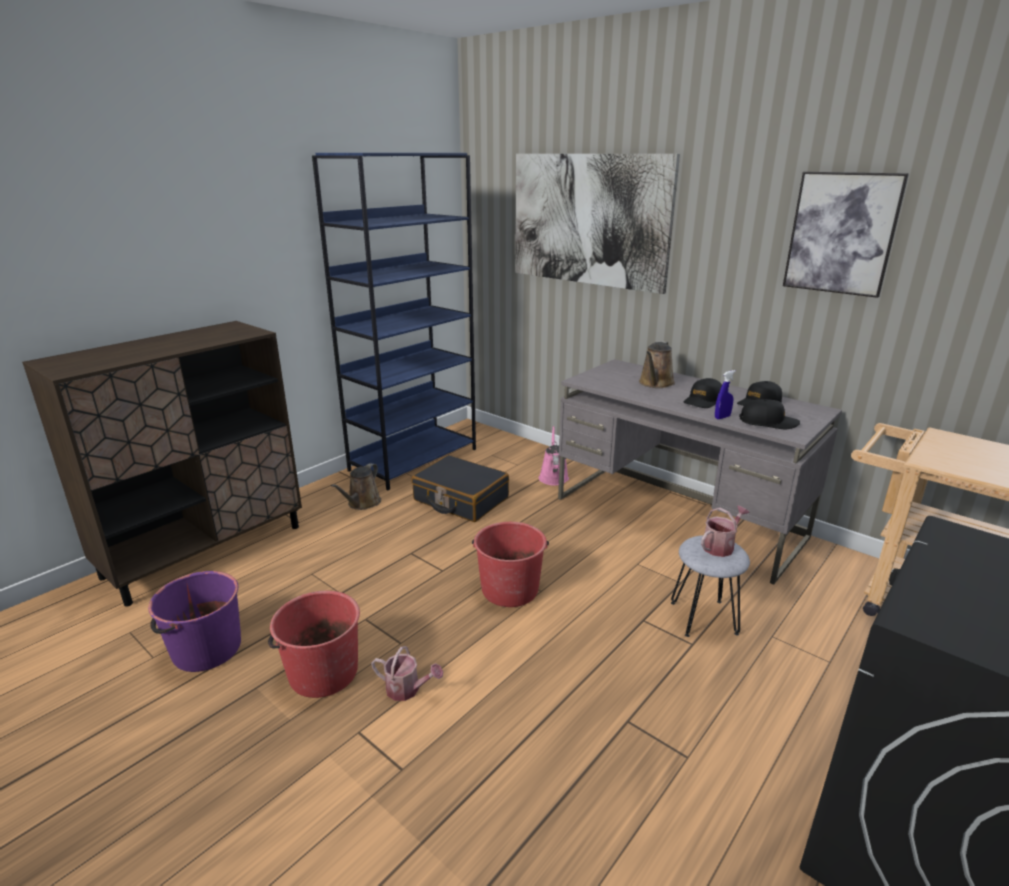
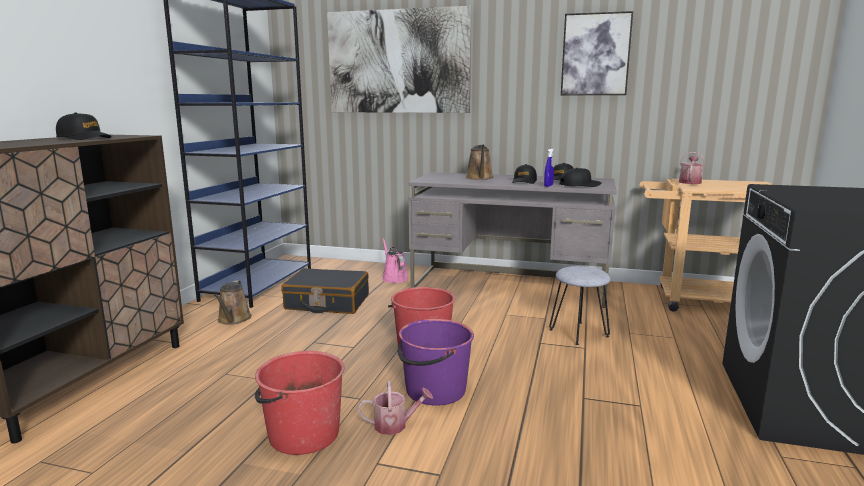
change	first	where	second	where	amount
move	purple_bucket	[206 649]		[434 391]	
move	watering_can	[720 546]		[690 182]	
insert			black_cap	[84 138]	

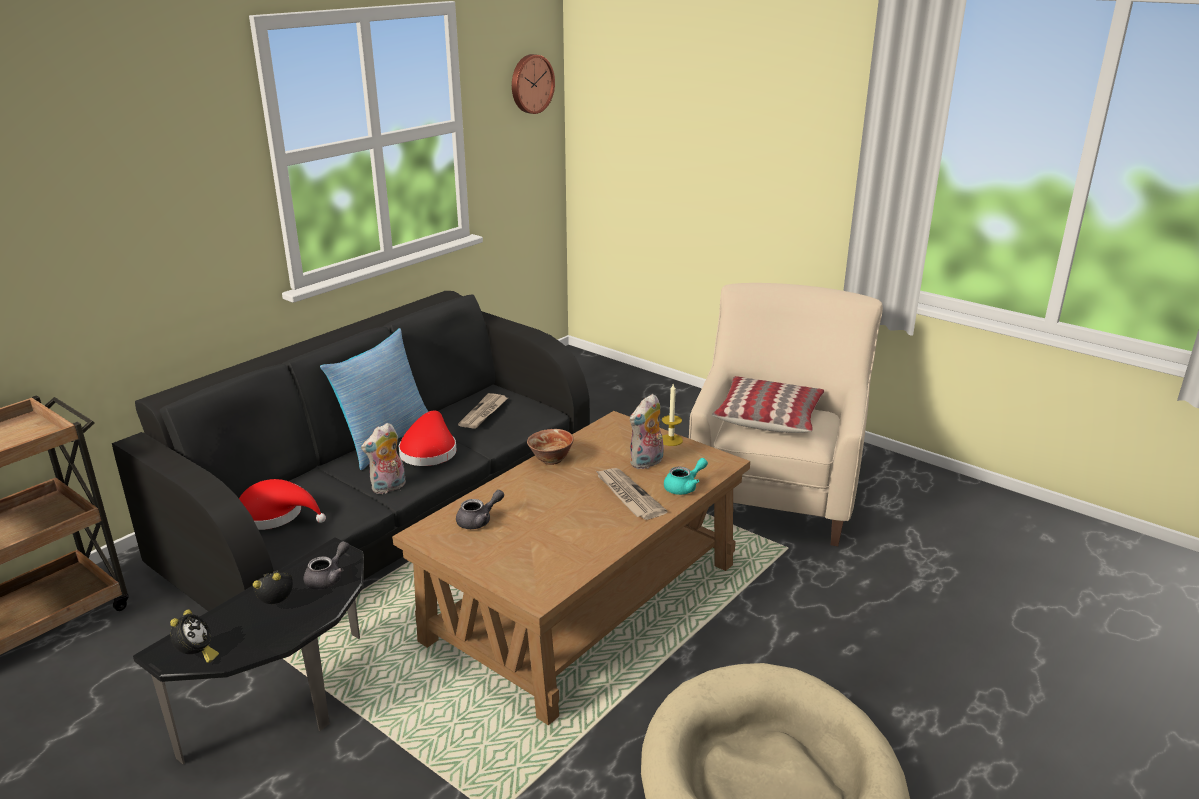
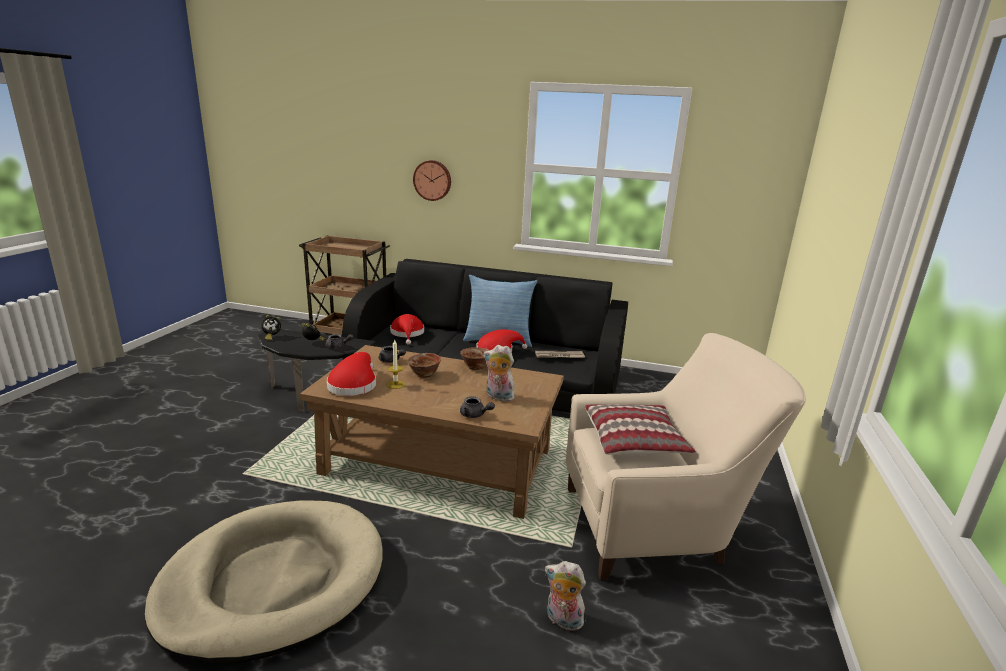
change	first	where	second	where	amount
move	plush_toy	[388 488]		[562 620]	
move	wall_clock	[531 84]		[432 180]	
delete	newspaper	[628 495]			
move	candle	[671 440]		[395 384]	
recolor	turquoise_teapot	[684 487]	grey_teapot	[475 415]	
insert			red_hat	[353 384]	
insert			bowl	[424 374]	

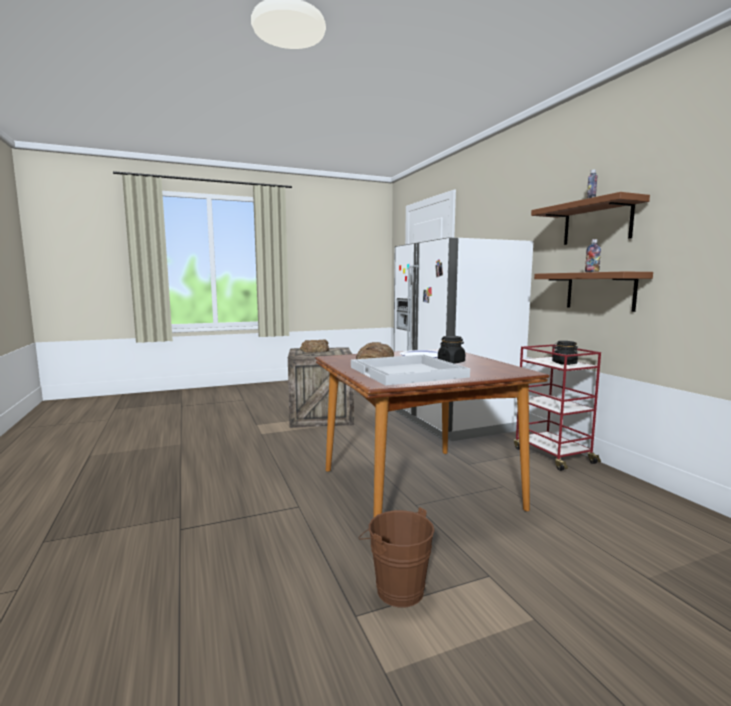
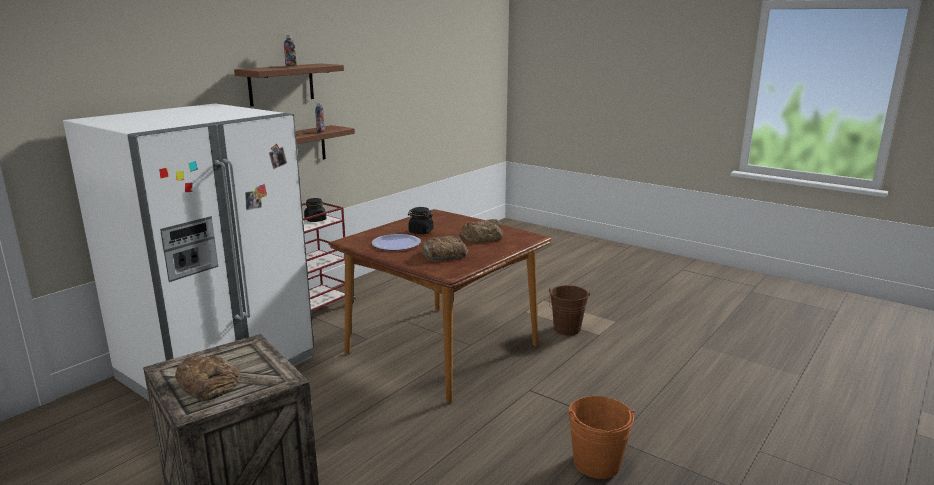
change	first	where	second	where	amount
replace	white_tray	[408 372]	bread	[482 236]	
insert			orange_bucket	[597 463]	

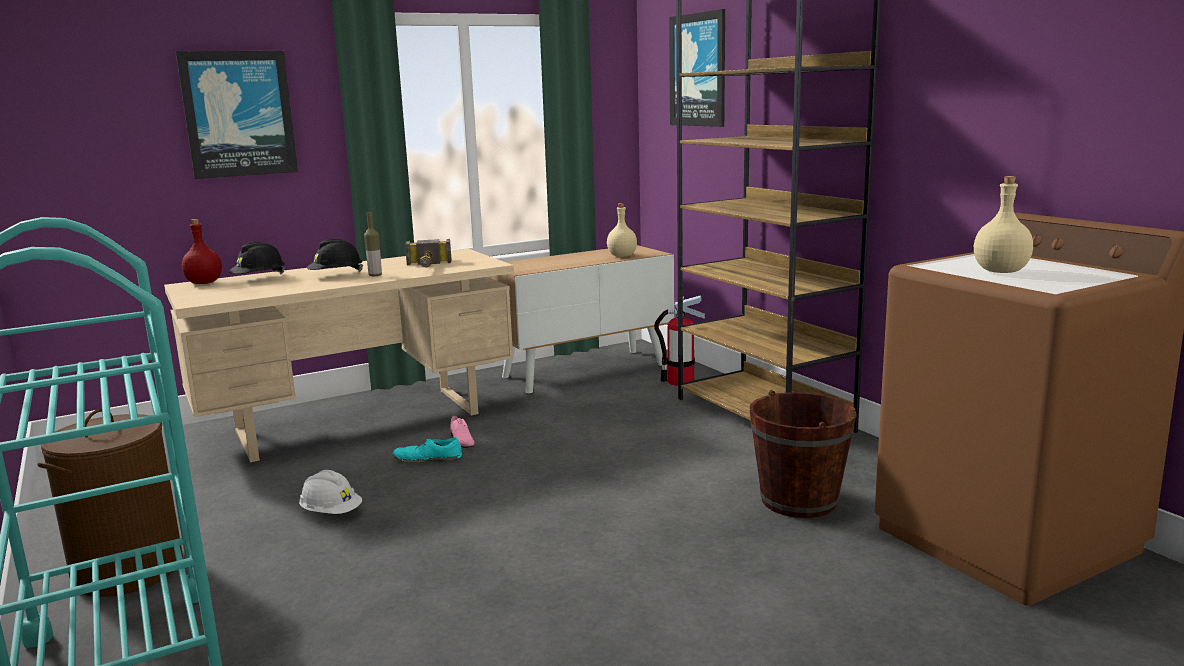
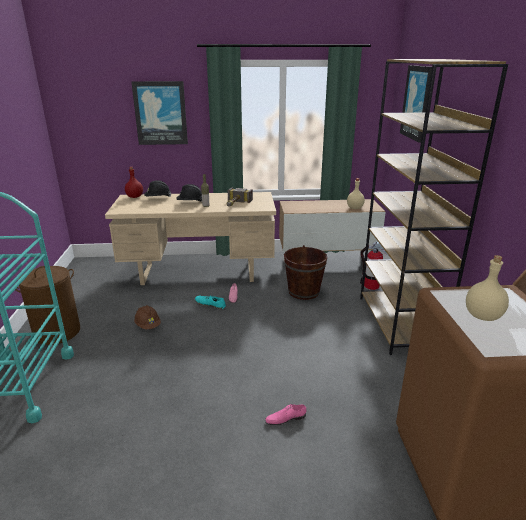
change	first	where	second	where	amount
recolor	white_hard_hat	[331 513]	brown_hard_hat	[148 325]	
move	brown_bucket	[799 500]		[303 292]	
insert			pink_shoe	[285 418]	

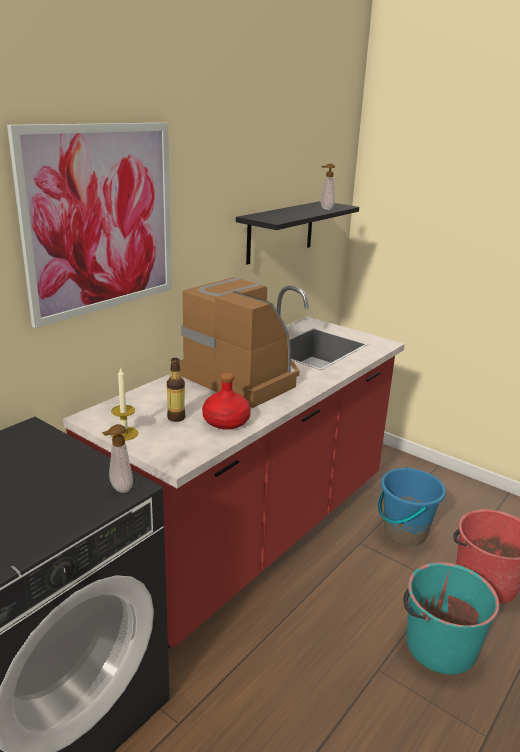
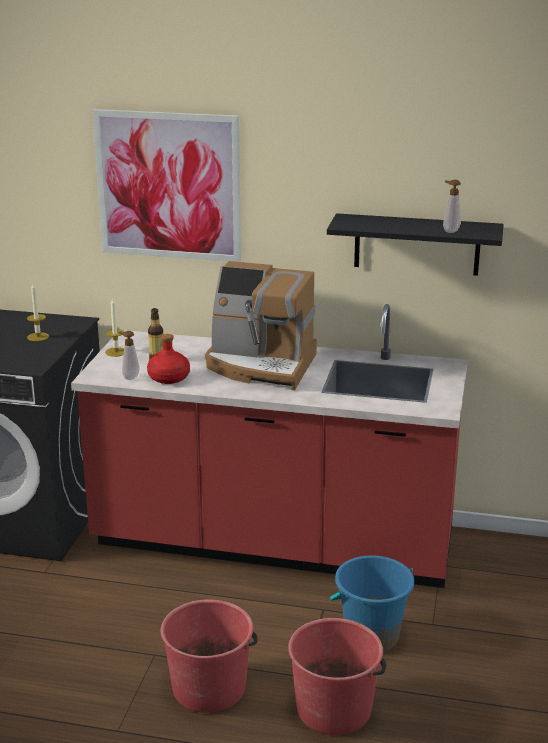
change	first	where	second	where	amount
move	soap_dispenser	[119 489]		[129 377]	
rotate	coffee_machine	[243 377]		[261 365]	90 degrees clockwise
recolor	turquoise_bucket	[439 646]	red_bucket	[209 687]	
insert			candle	[38 337]	

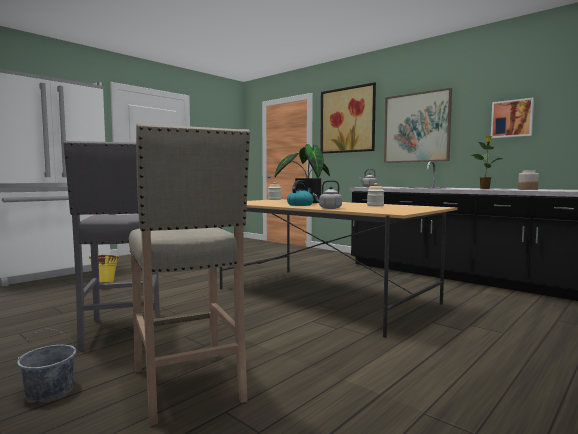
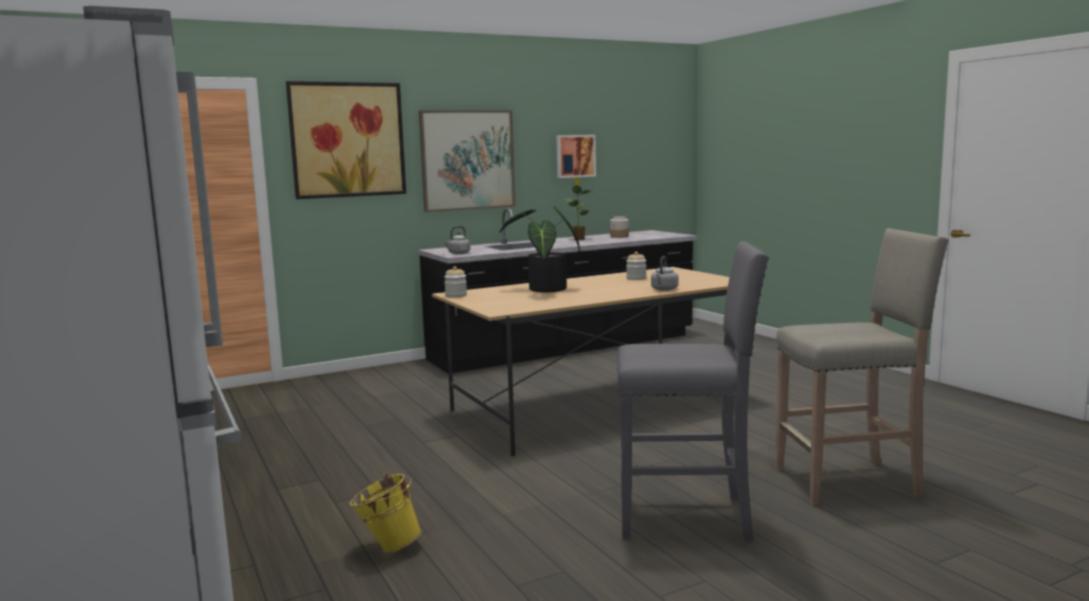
change	first	where	second	where	amount
delete	grey_bucket	[50 390]			
delete	kettle	[300 205]			

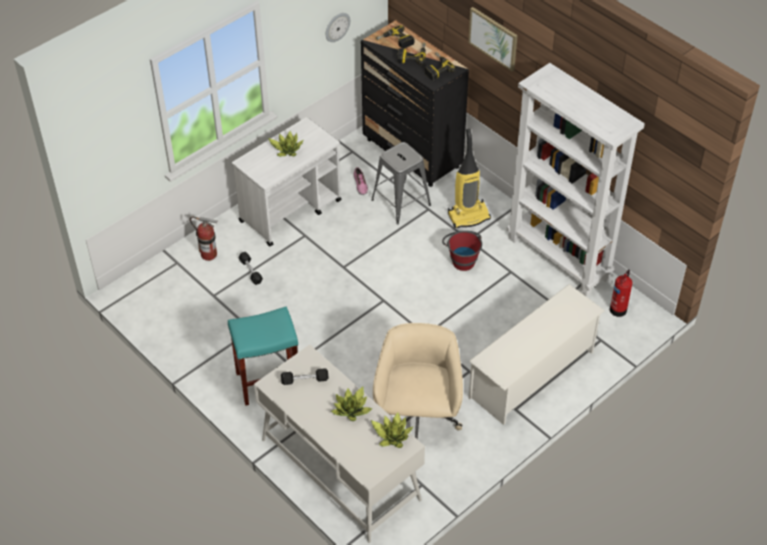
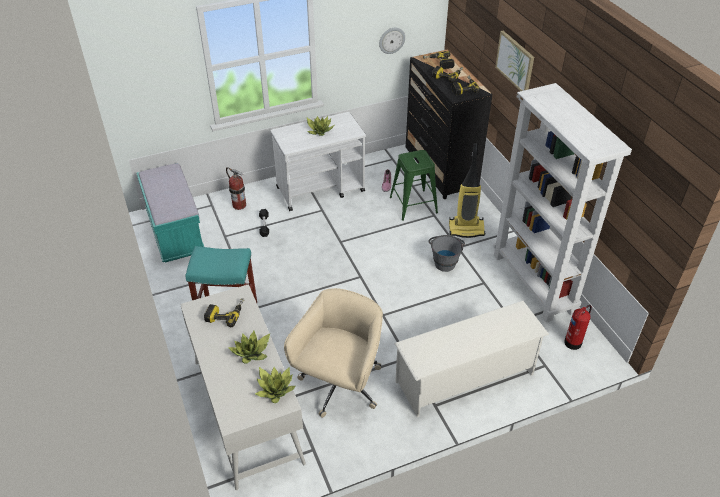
change	first	where	second	where	amount
replace	black_dumbbell	[305 380]	power_drill	[225 313]	
recolor	grey_stool	[400 202]	green_stool	[413 205]	
recolor	red_bucket	[461 259]	grey_bucket	[444 261]	
insert			turquoise_bench	[175 233]	

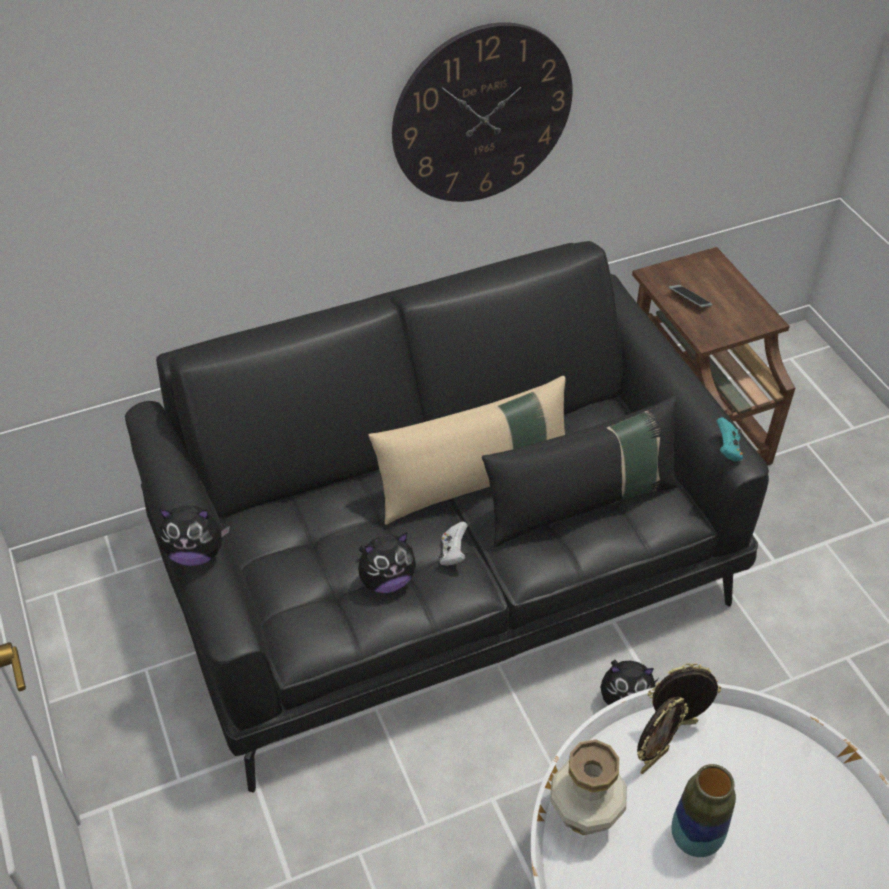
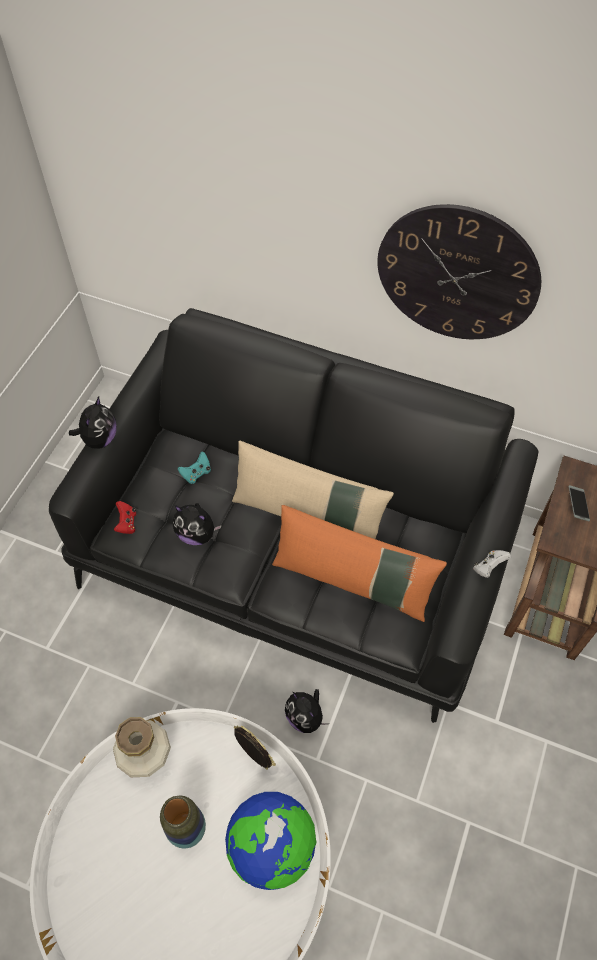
change	first	where	second	where	amount
rotate	plush_toy	[196 553]		[99 439]	120 degrees counterclockwise
move	white_game_controller	[453 553]		[488 567]	
recolor	black_pillow	[581 503]	orange_pillow	[352 581]	
delete	picture_frame	[653 760]			
move	turquoise_game_controller	[727 450]		[196 473]	
insert			red_game_controller	[127 523]	
insert			globe	[272 847]	

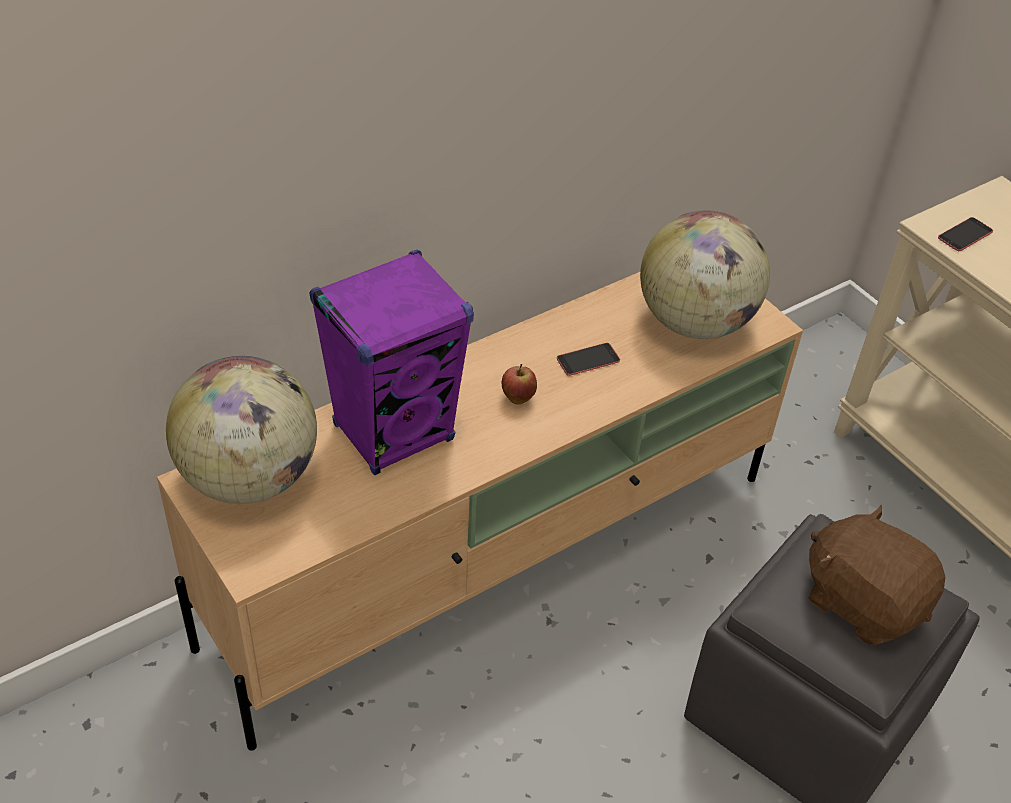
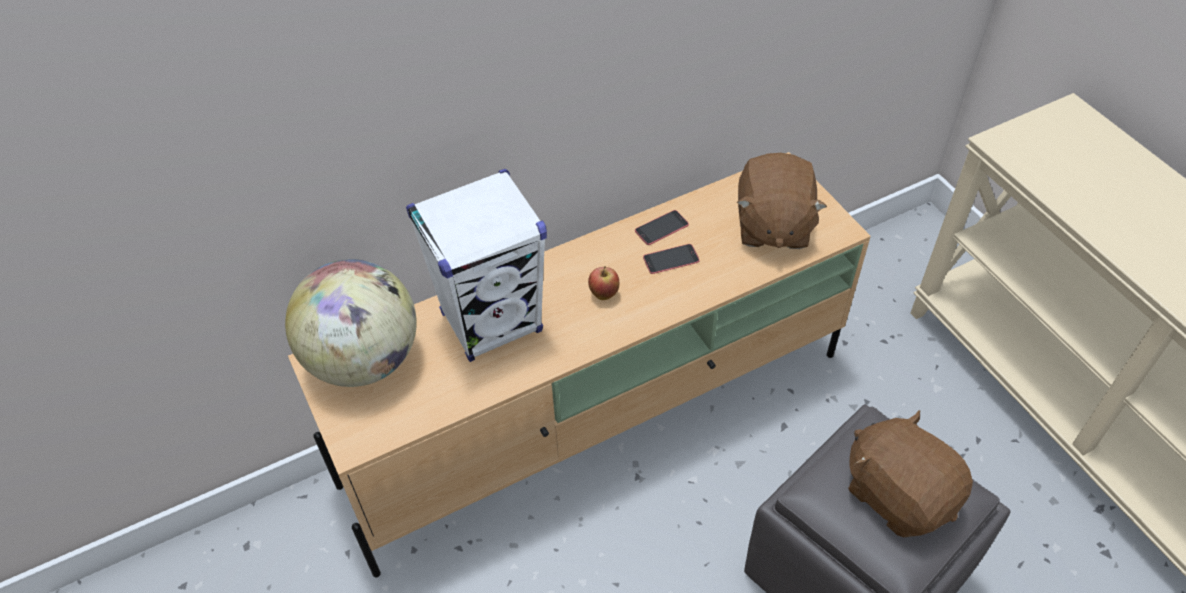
change	first	where	second	where	amount
recolor	purple_speaker	[394 432]	white_speaker	[492 322]	
replace	globe	[695 322]	brown_plush_toy	[772 226]	
move	phone	[965 235]		[661 228]	

